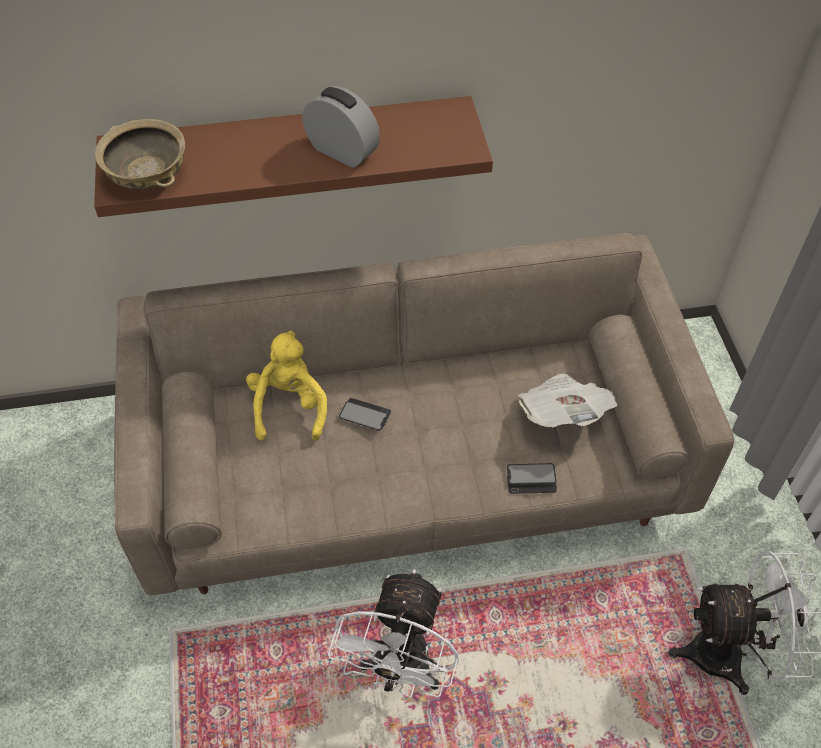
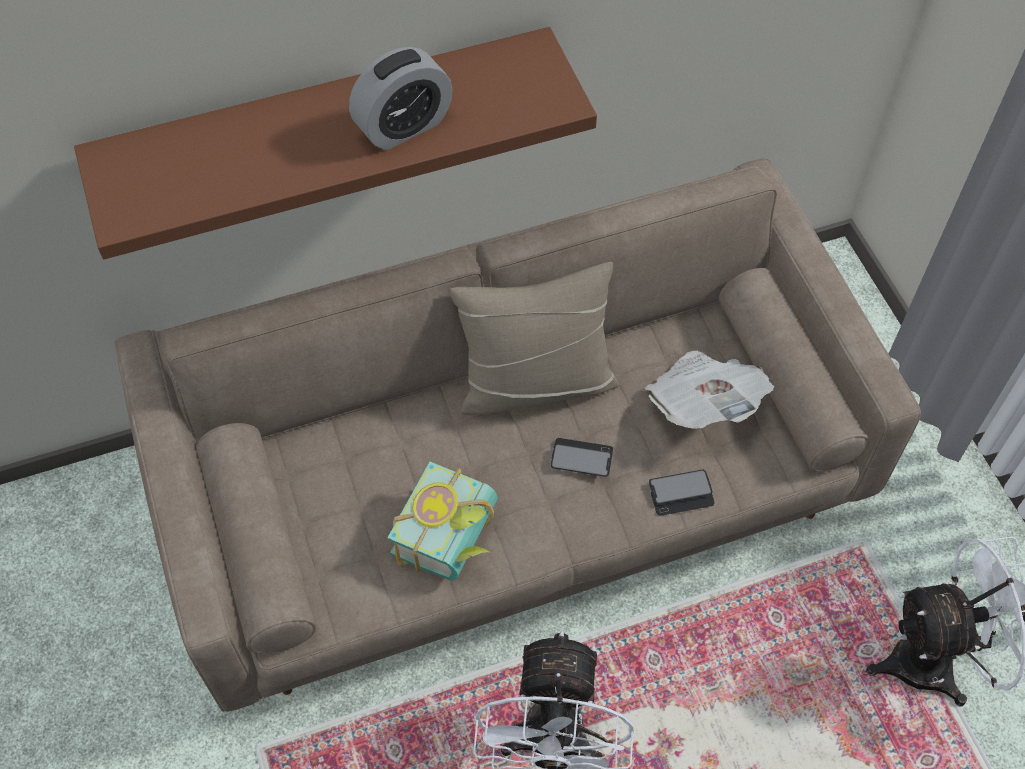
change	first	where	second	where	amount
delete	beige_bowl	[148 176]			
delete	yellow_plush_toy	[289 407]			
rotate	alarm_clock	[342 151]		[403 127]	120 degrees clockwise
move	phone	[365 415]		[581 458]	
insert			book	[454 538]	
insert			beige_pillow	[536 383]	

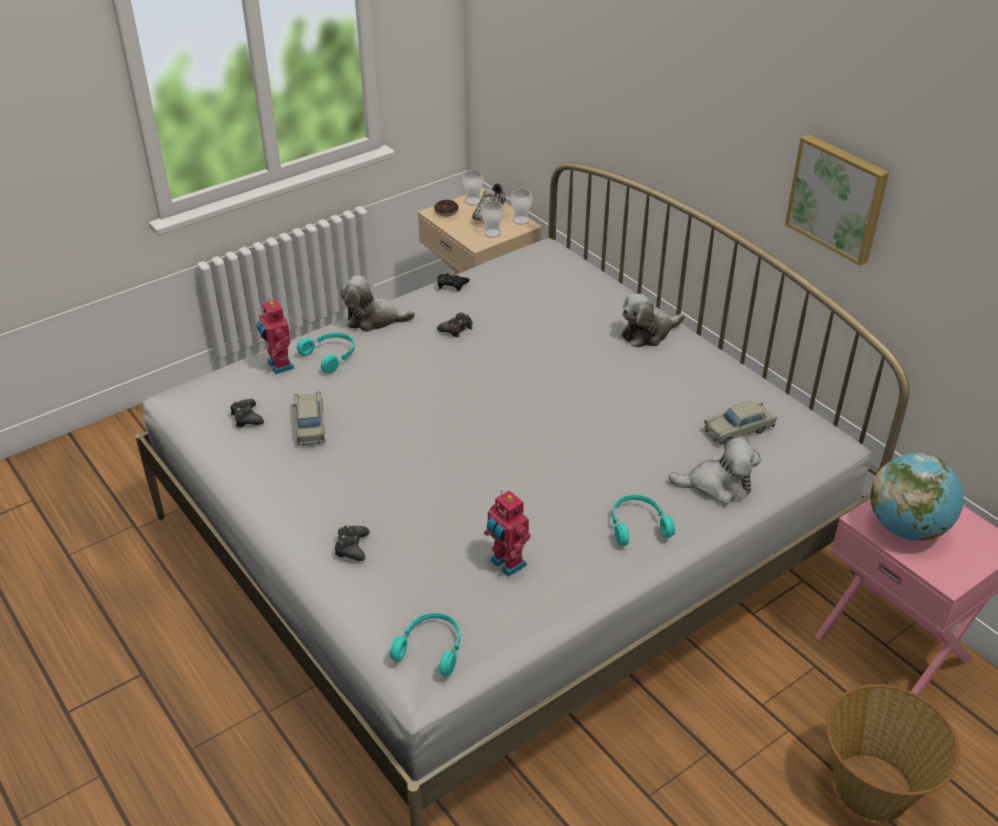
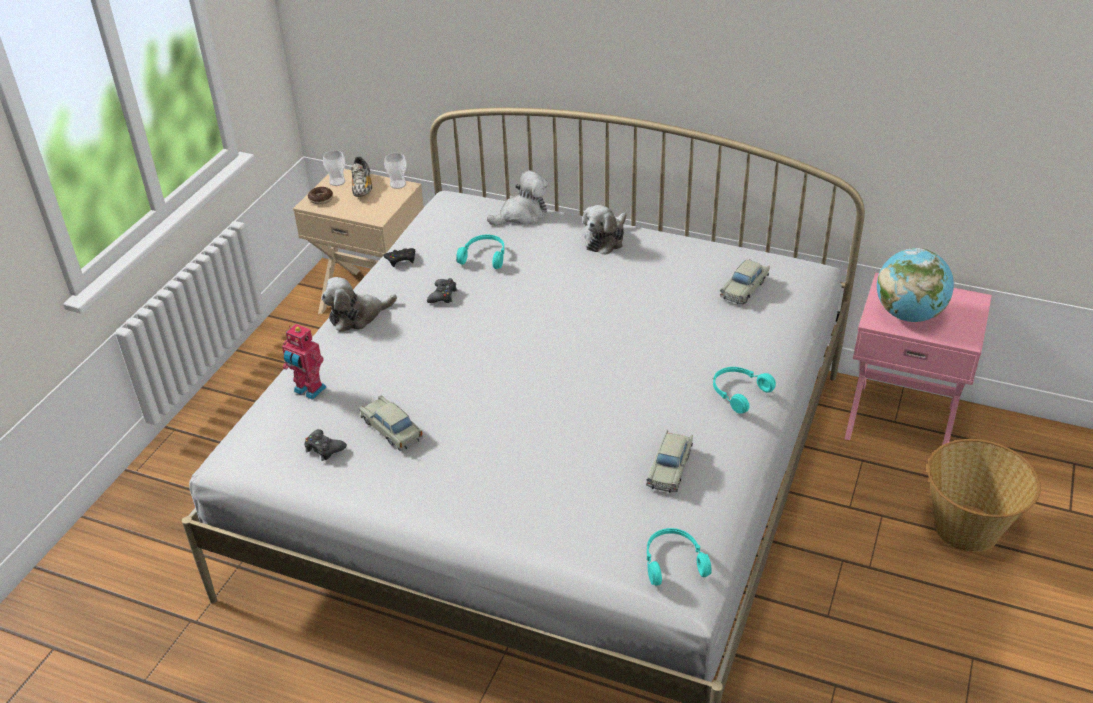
change	first	where	second	where	amount
move	turquoise_headphones	[331 356]		[484 256]	
delete	black_game_controller	[352 547]			
delete	cup	[492 233]			
replace	toy_robot	[506 564]	beige_toy_car	[670 468]	
move	plush_toy	[717 485]		[522 215]	
delete	picture	[838 198]			

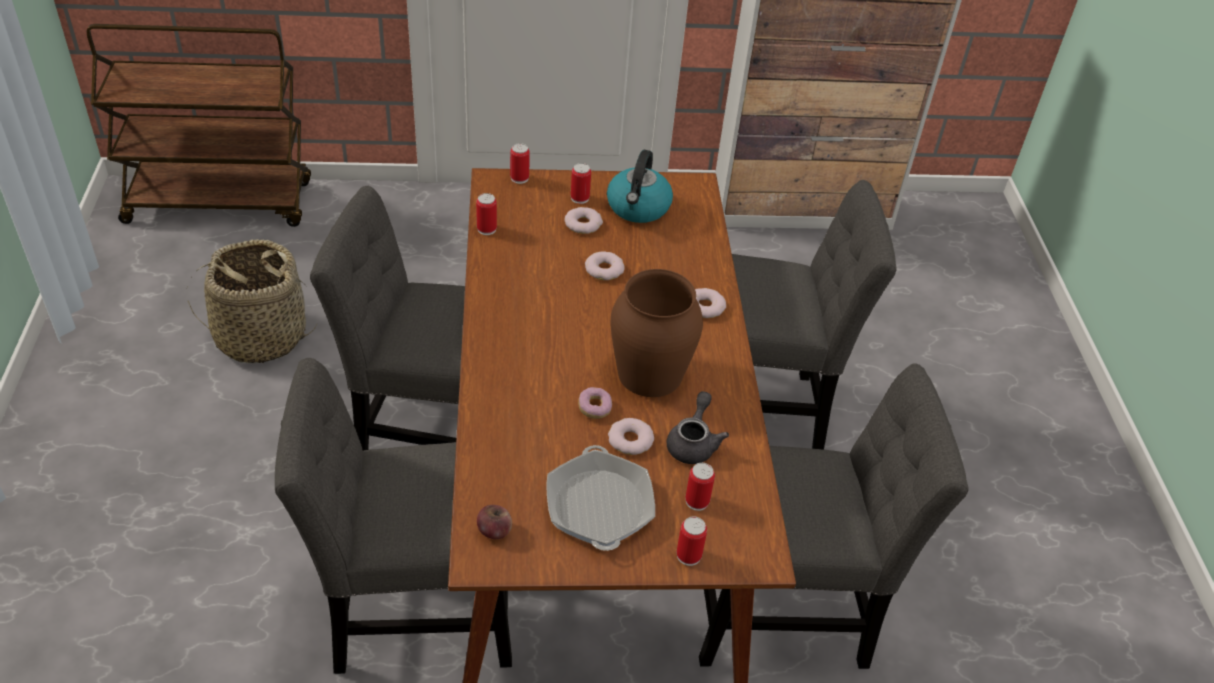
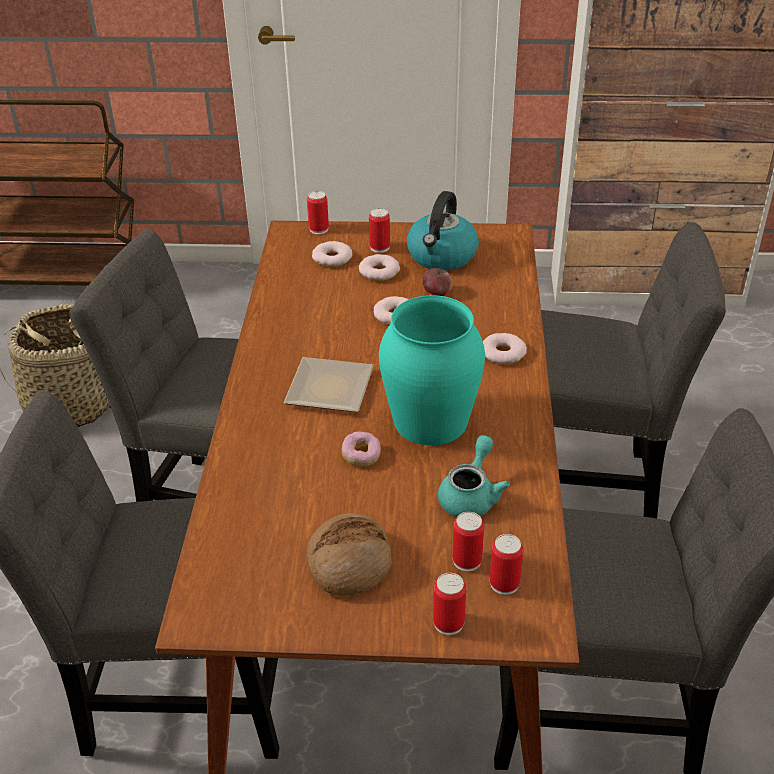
change	first	where	second	where	amount
move	can	[486 229]		[504 583]	
move	apple	[494 531]		[437 292]	
replace	frying_pan	[599 506]	bread	[349 562]	
move	donut	[630 440]		[332 258]	
recolor	brown_vase	[650 373]	turquoise_vase	[431 420]	
recolor	grey_teapot	[693 442]	turquoise_teapot	[471 495]	
insert			plate	[327 387]	

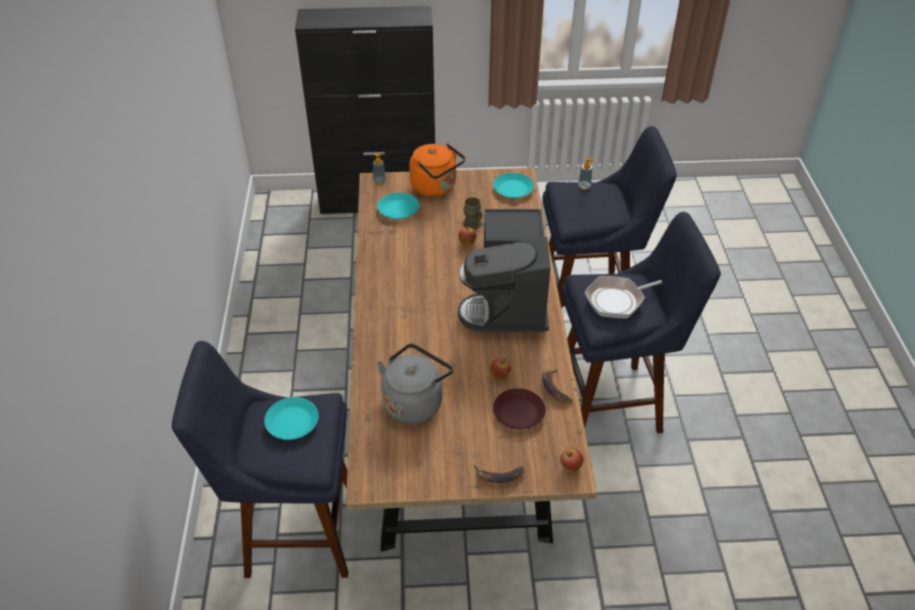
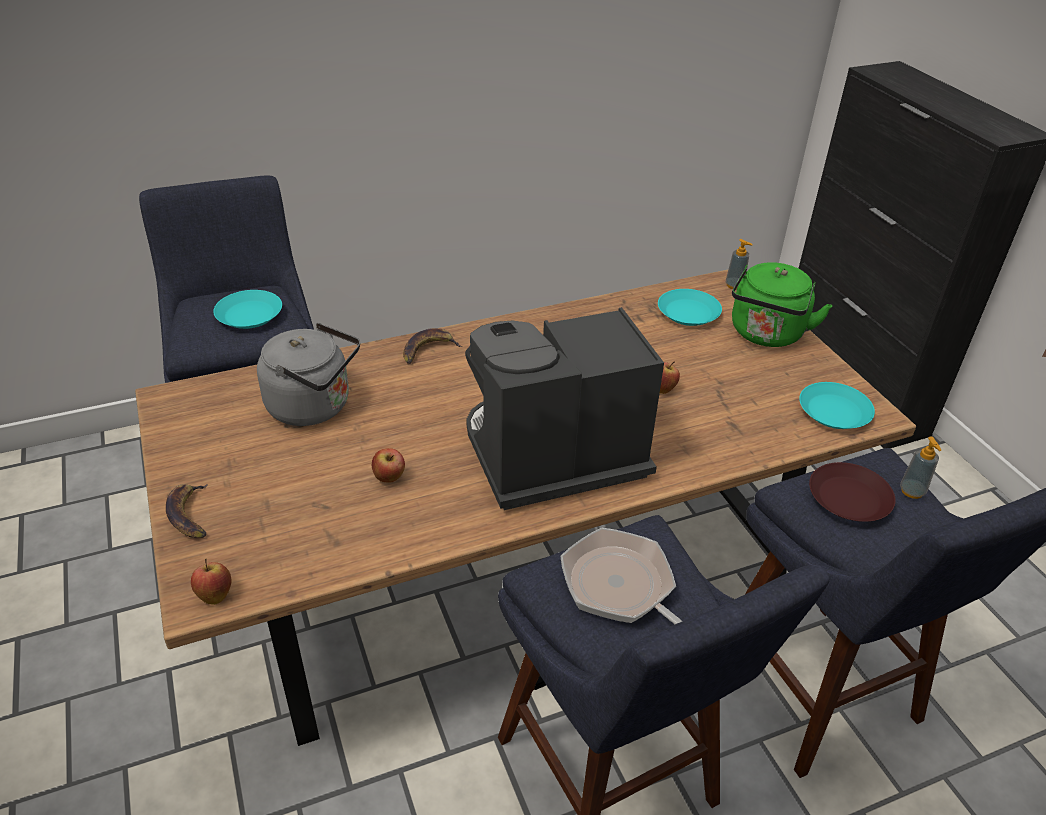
change	first	where	second	where	amount
recolor	orange_kettle	[436 187]	green_kettle	[766 335]	
delete	brown_mug	[474 225]			
move	brown_plate	[518 412]		[849 498]	
move	banana	[555 388]		[428 349]	

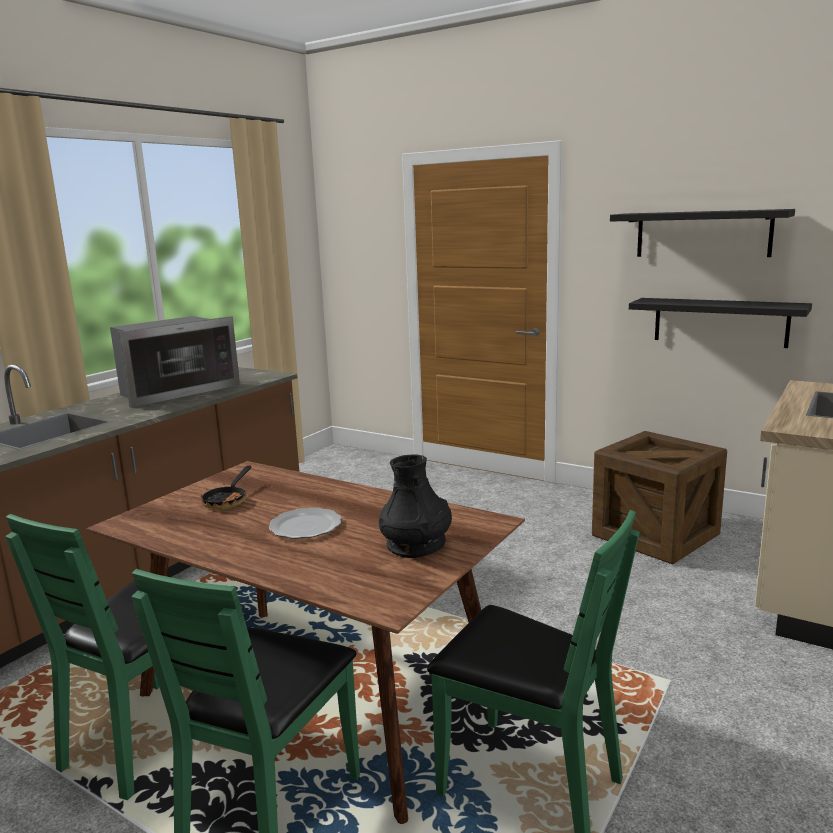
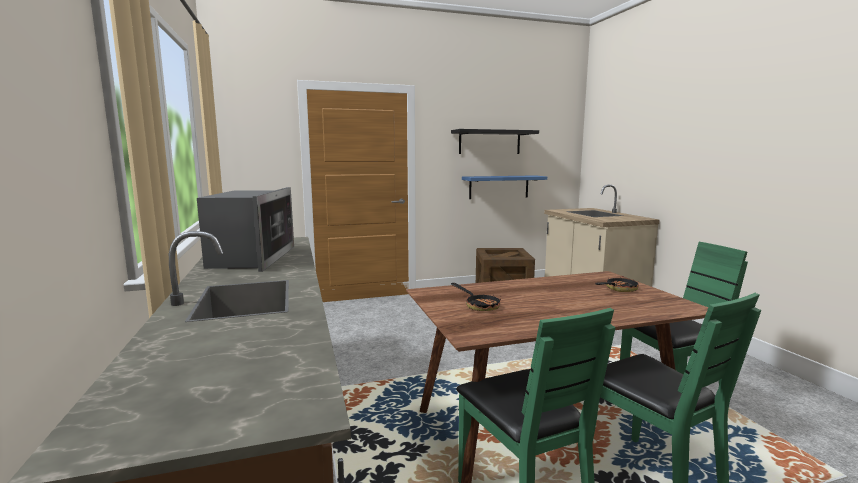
change	first	where	second	where	amount
delete	plate	[306 526]			
replace	black_vase	[416 544]	frying_pan	[618 289]	
recolor	black_shelf	[720 322]	blue_shelf	[499 187]	

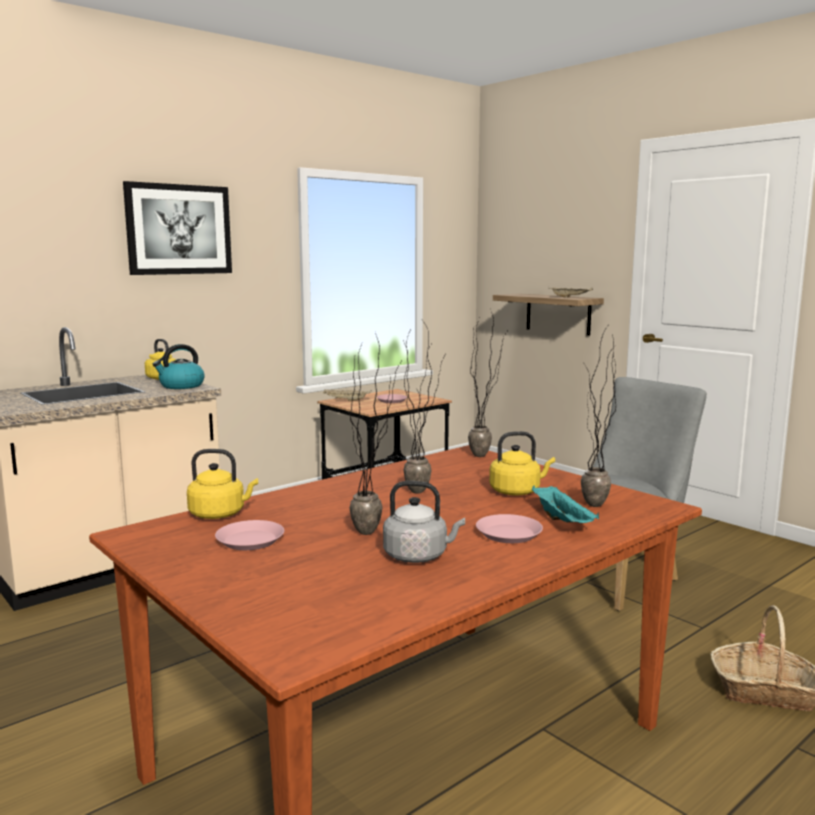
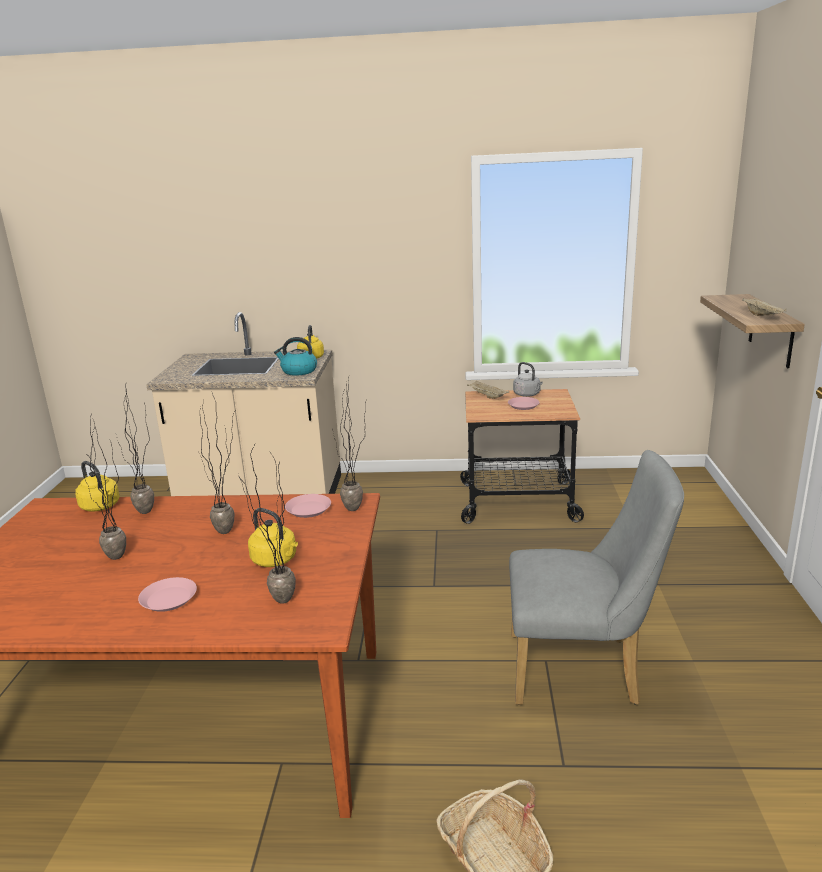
change	first	where	second	where	amount
delete	picture	[179 229]			
move	pink_plate	[250 540]		[308 509]	
move	grey_kettle	[419 556]		[528 395]	
delete	turquoise_tray	[563 521]			
insert			potted_plant	[148 514]	

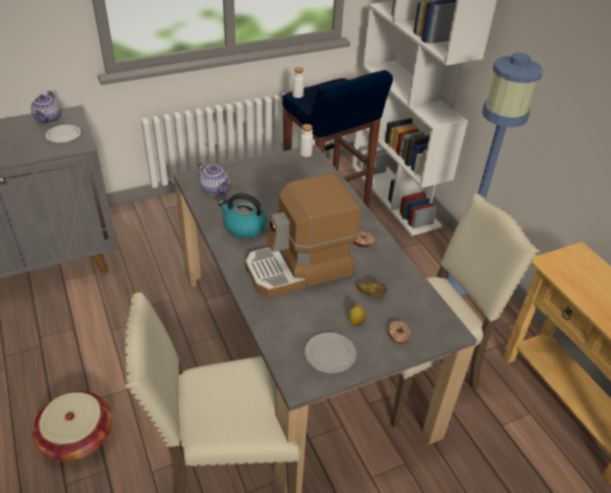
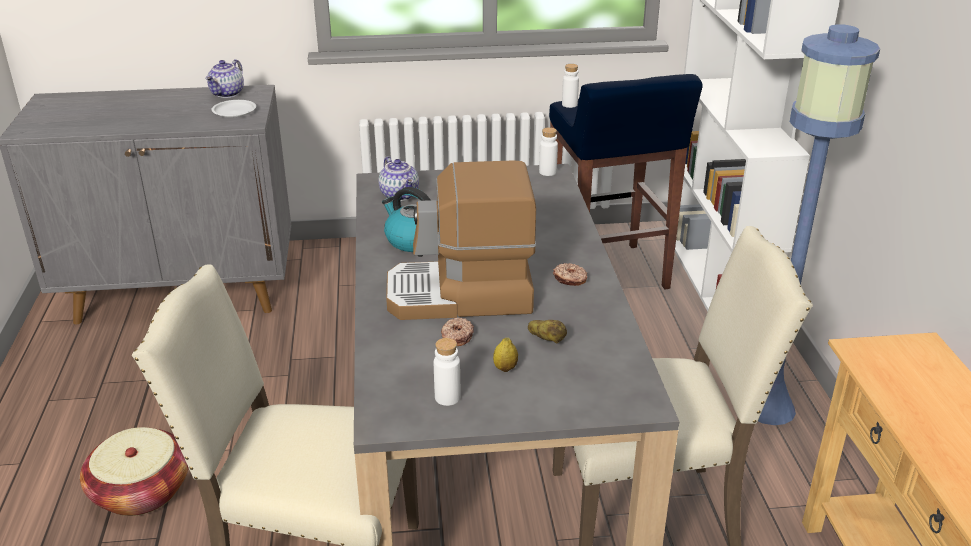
change	first	where	second	where	amount
replace	plate	[331 354]	white_bottle	[447 397]	
move	donut	[398 335]		[456 336]	

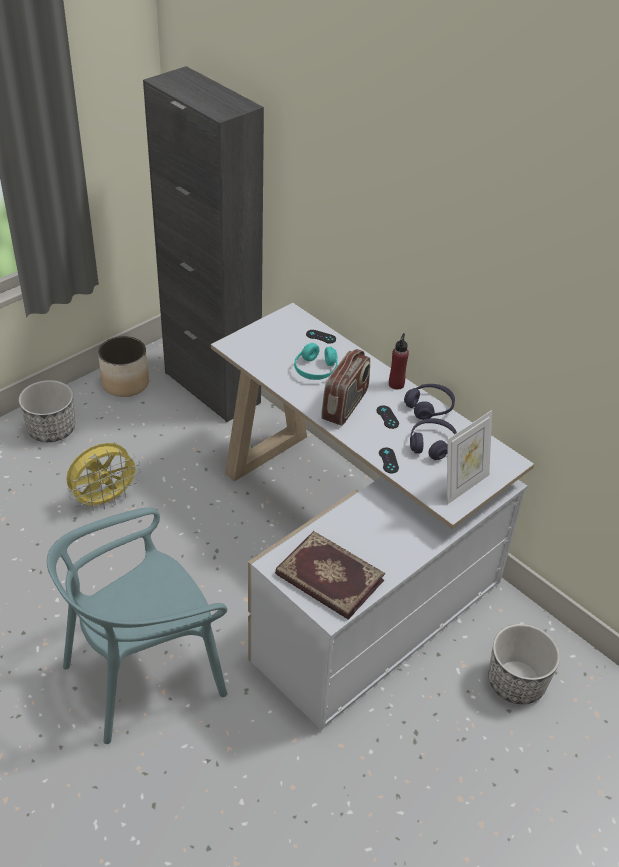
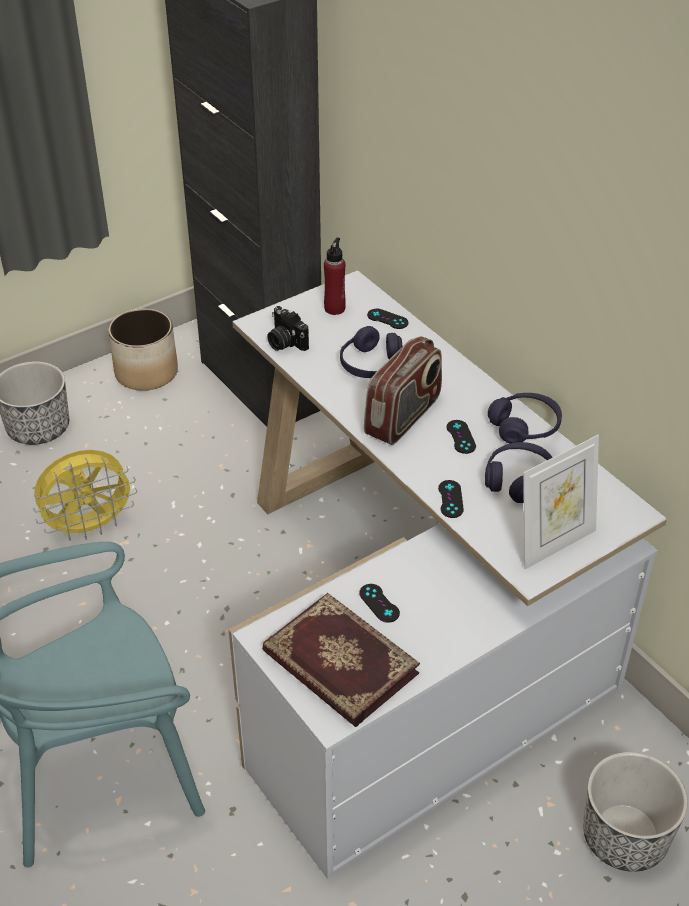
change	first	where	second	where	amount
recolor	turquoise_headphones	[315 370]	purple_headphones	[371 364]	
move	red_bottle	[396 384]		[334 308]	
insert			photo_camera	[285 342]	
insert			black_game_controller	[379 603]	

